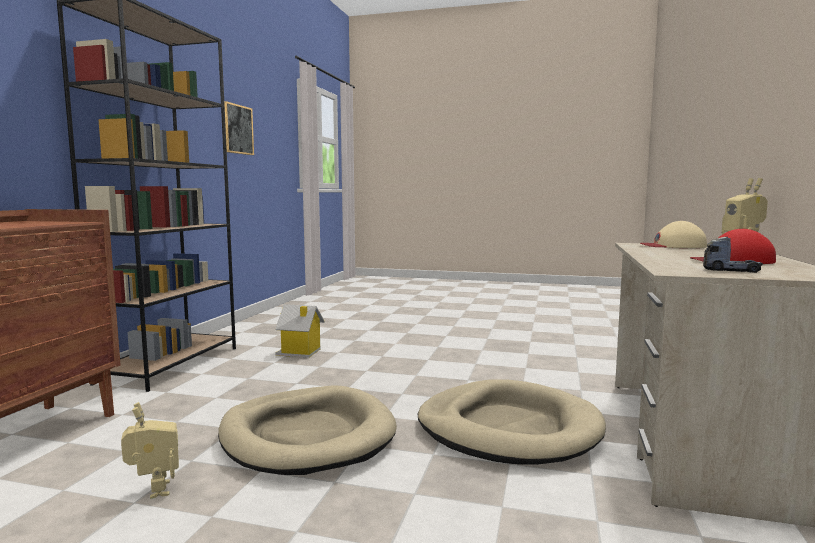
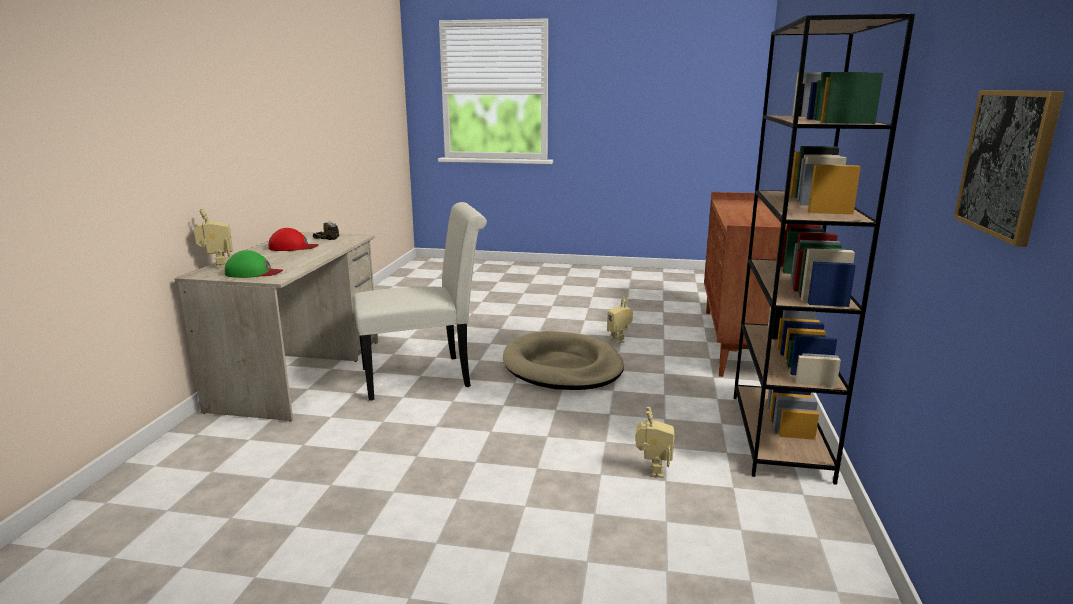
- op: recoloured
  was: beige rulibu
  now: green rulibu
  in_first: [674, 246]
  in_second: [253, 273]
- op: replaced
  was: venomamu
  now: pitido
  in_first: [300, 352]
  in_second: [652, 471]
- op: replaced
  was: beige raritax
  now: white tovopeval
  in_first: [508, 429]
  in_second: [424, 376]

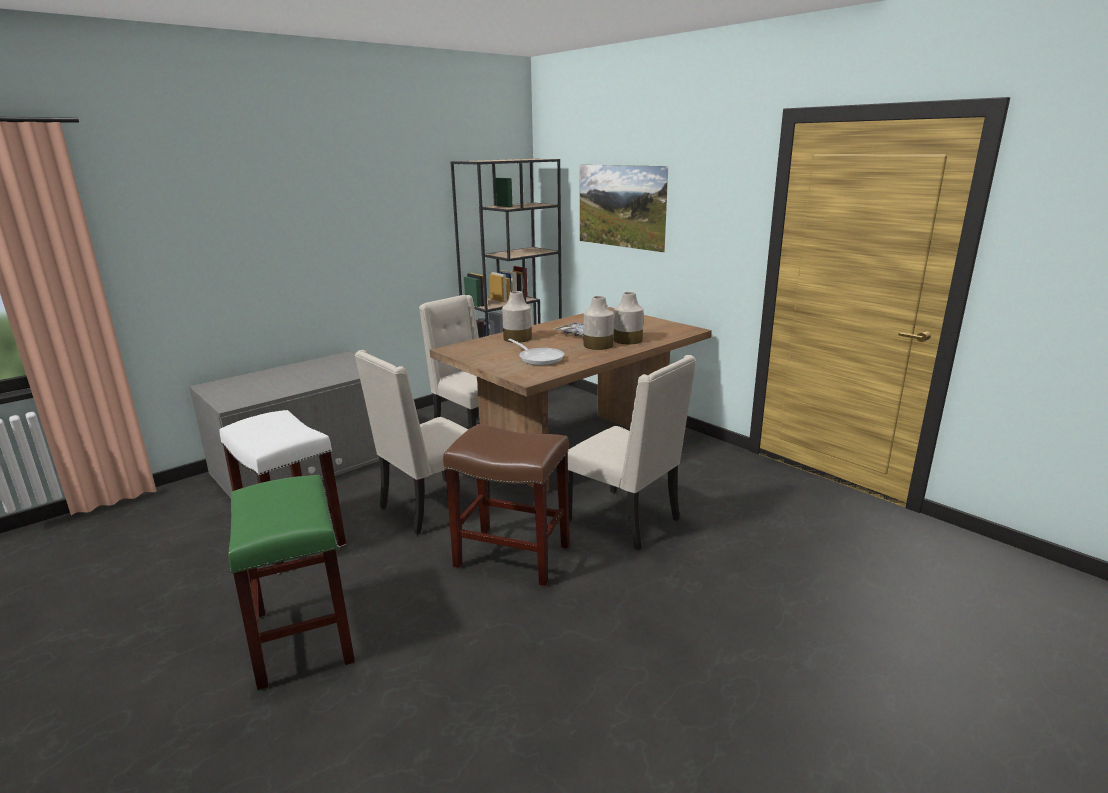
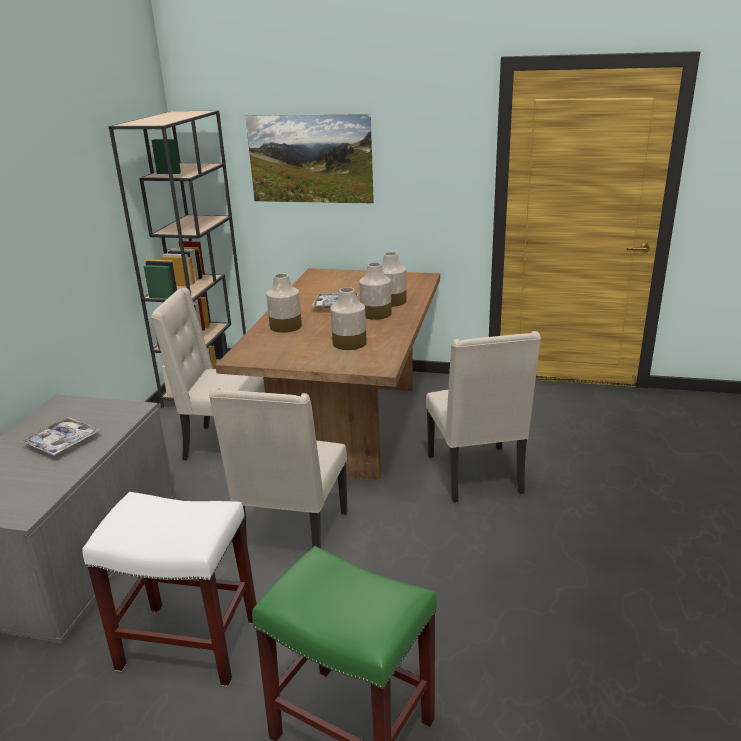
- op: replaced
  was: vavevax
  now: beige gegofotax
  in_first: [539, 358]
  in_second: [349, 342]
- op: turned
  was: beige tovopeval
  in_first: [625, 520]
  in_second: [477, 475]
  clockwise: 75
- op: removed
  was: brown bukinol
  in_first: [513, 556]
- op: added
  now: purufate
  in_second: [62, 442]

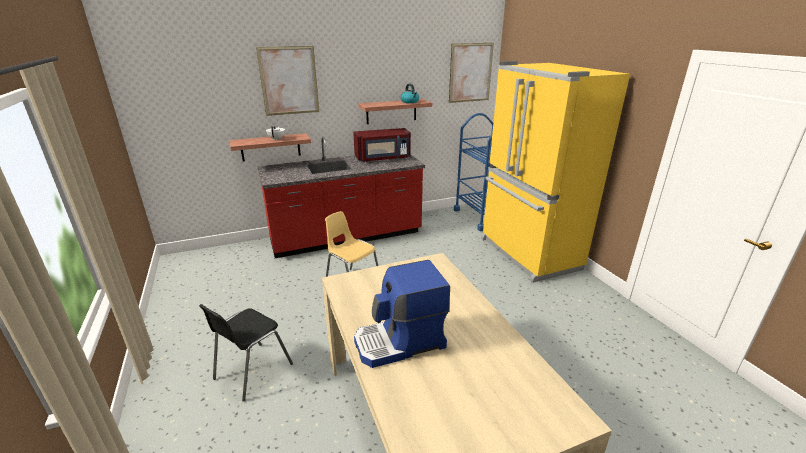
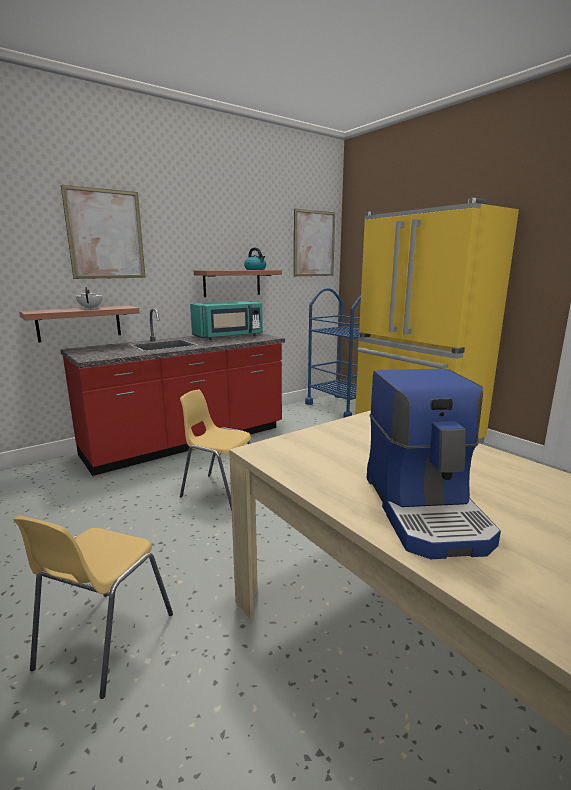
- op: recoloured
  was: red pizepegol
  now: turquoise pizepegol
  in_first: [383, 158]
  in_second: [229, 336]
- op: turned
  was: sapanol
  in_first: [400, 343]
  in_second: [426, 510]
  clockwise: -60
- op: recoloured
  was: black tovopeval
  now: yellow tovopeval
  in_first: [252, 371]
  in_second: [104, 641]

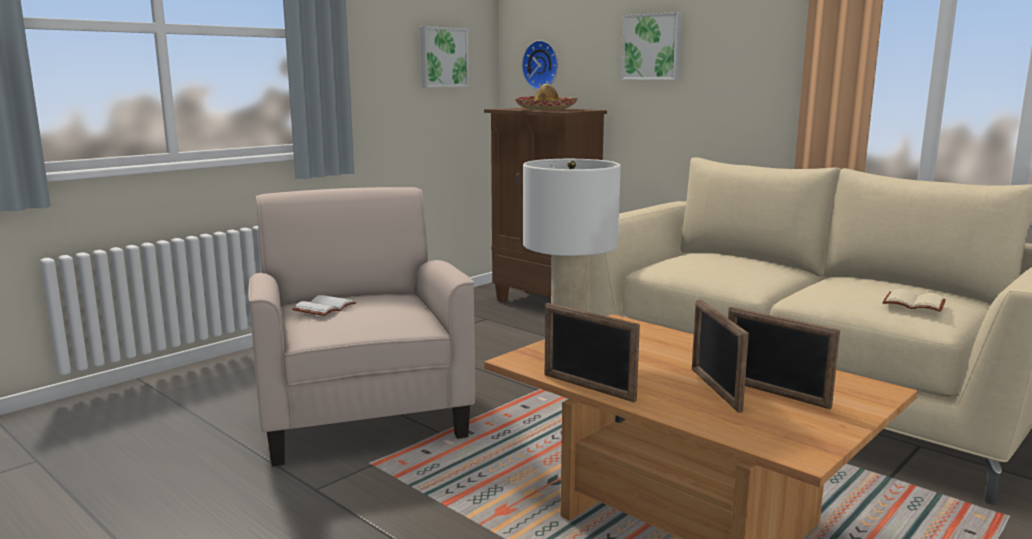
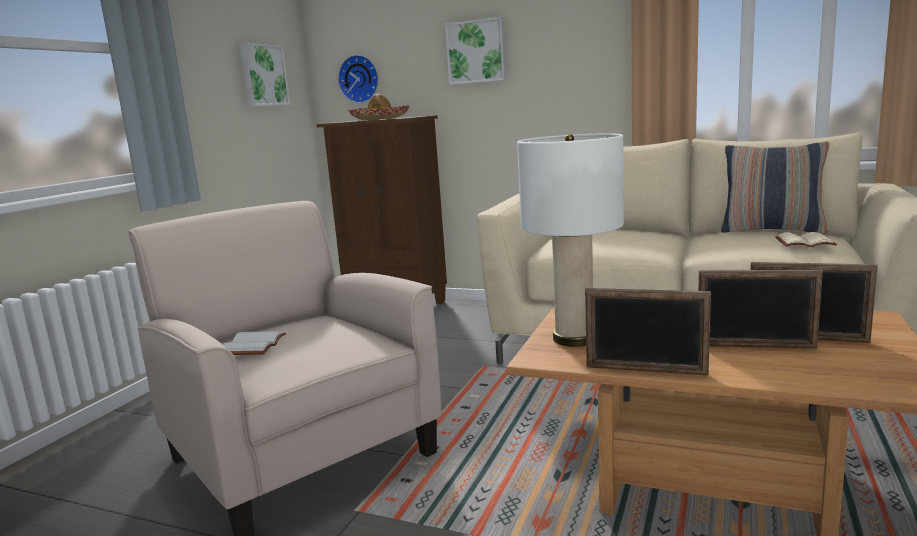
- op: turned
  was: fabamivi
  in_first: [715, 389]
  in_second: [755, 346]
  clockwise: -45
- op: added
  now: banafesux
  in_second: [772, 230]

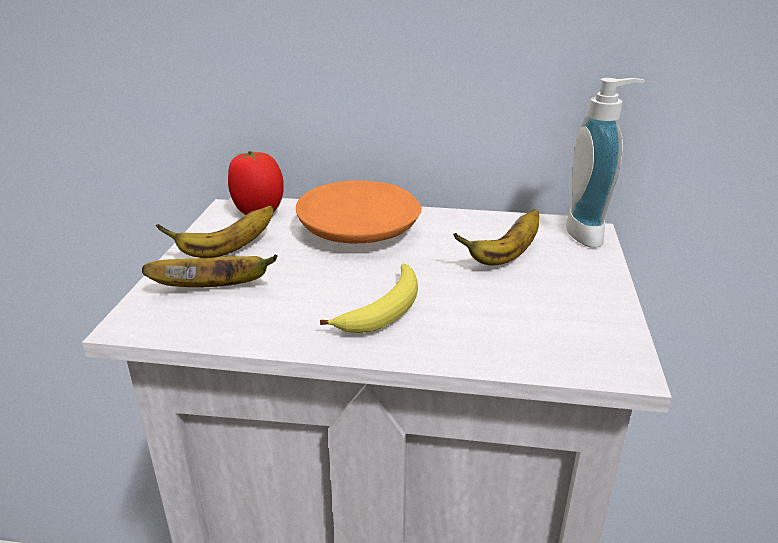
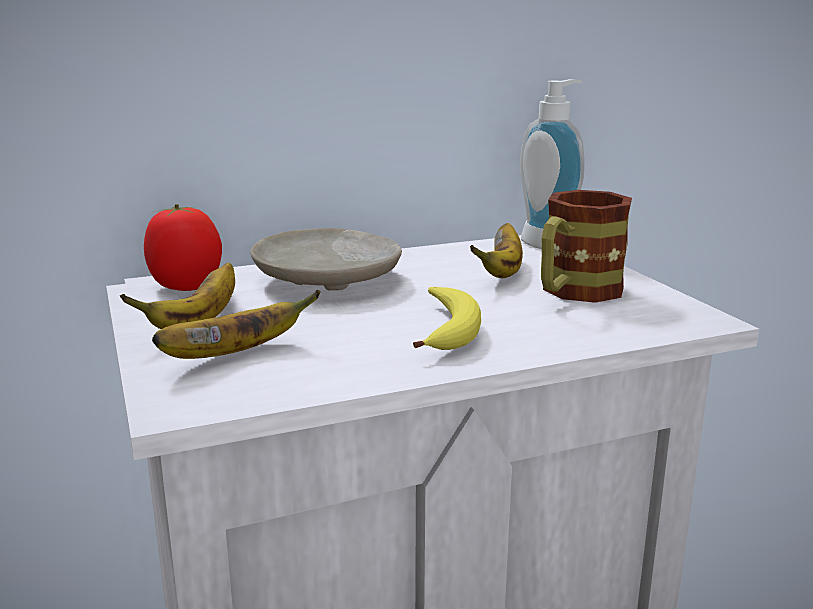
- op: recoloured
  was: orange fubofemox
  now: beige fubofemox
  in_first: [359, 230]
  in_second: [329, 279]
- op: added
  now: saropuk
  in_second: [573, 293]

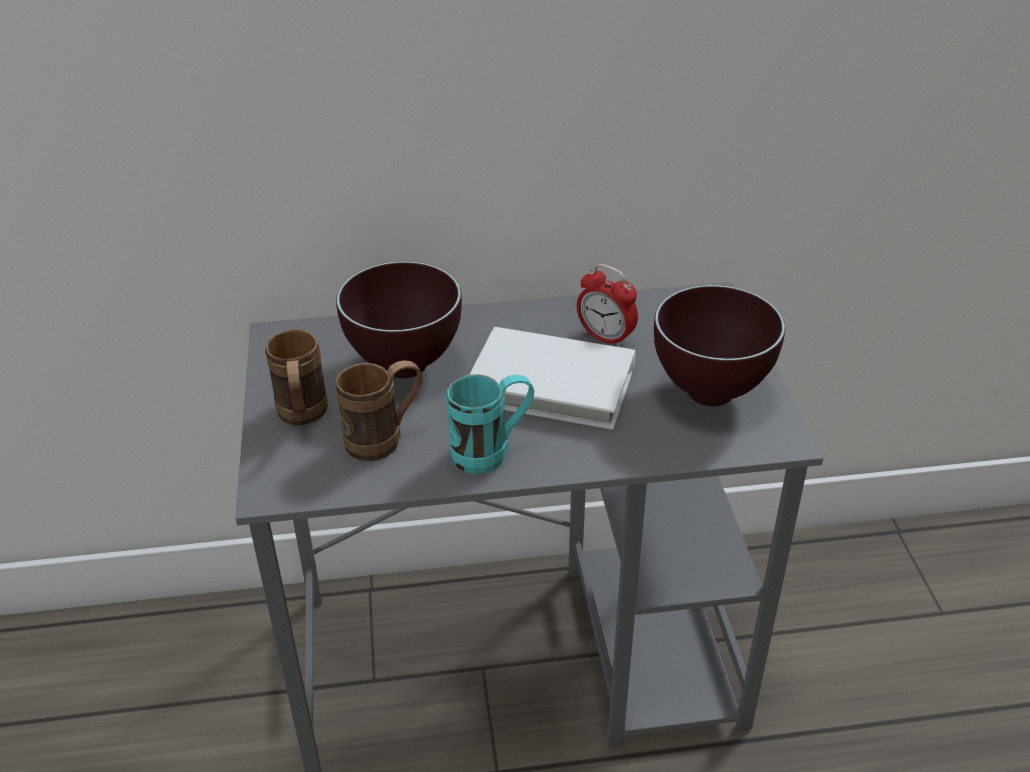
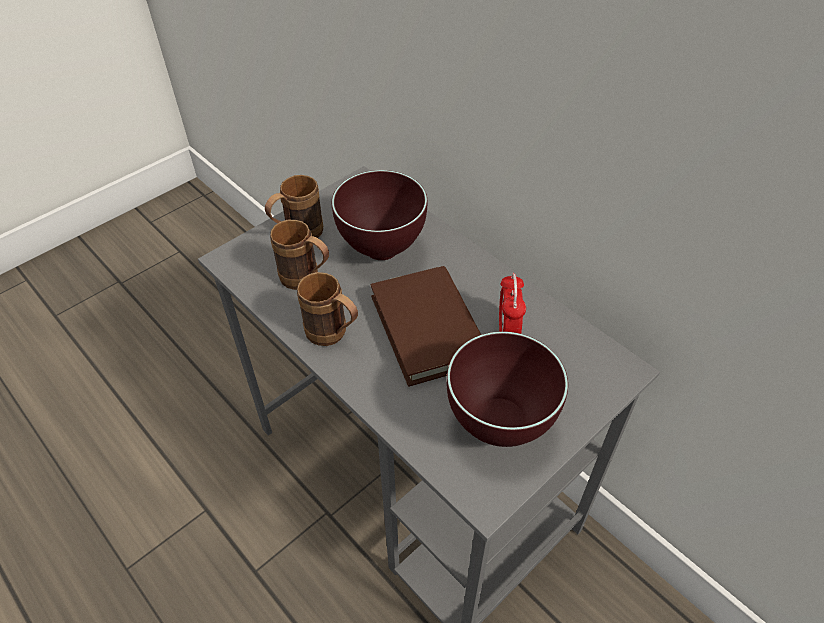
- op: recoloured
  was: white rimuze
  now: brown rimuze
  in_first: [551, 384]
  in_second: [428, 328]
- op: recoloured
  was: turquoise saropuk
  now: brown saropuk
  in_first: [492, 453]
  in_second: [333, 336]

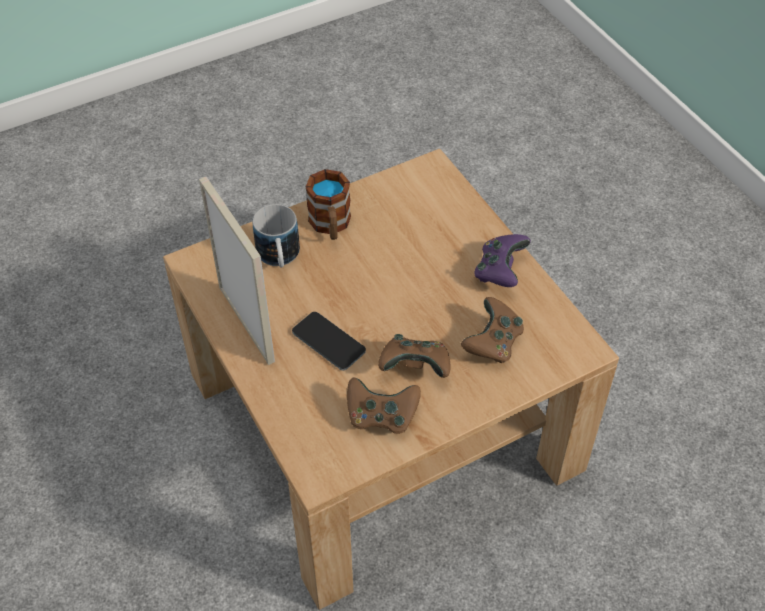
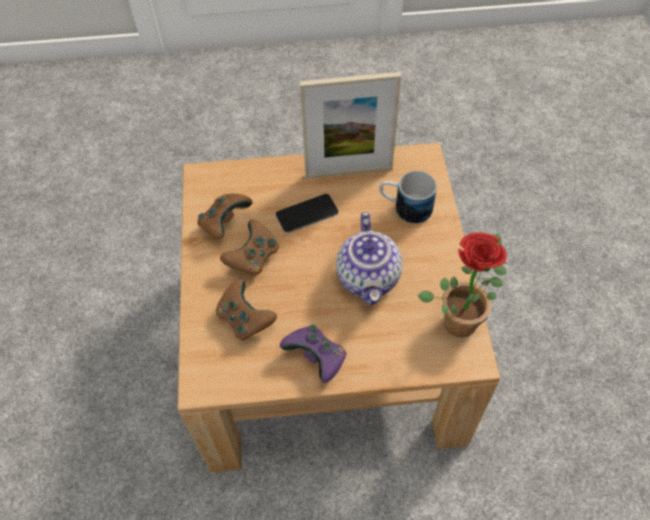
- op: removed
  was: saropuk
  in_first: [330, 225]
- op: added
  now: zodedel
  in_second: [369, 278]
- op: added
  now: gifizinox
  in_second: [460, 316]

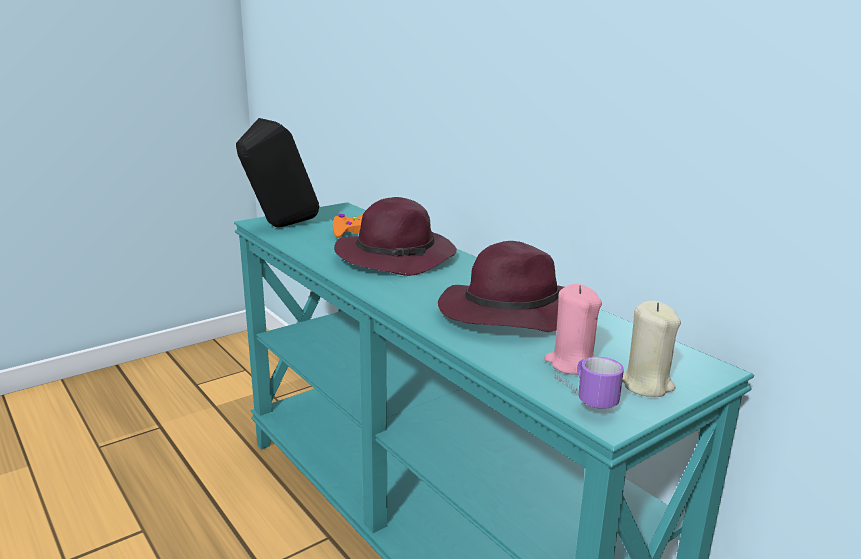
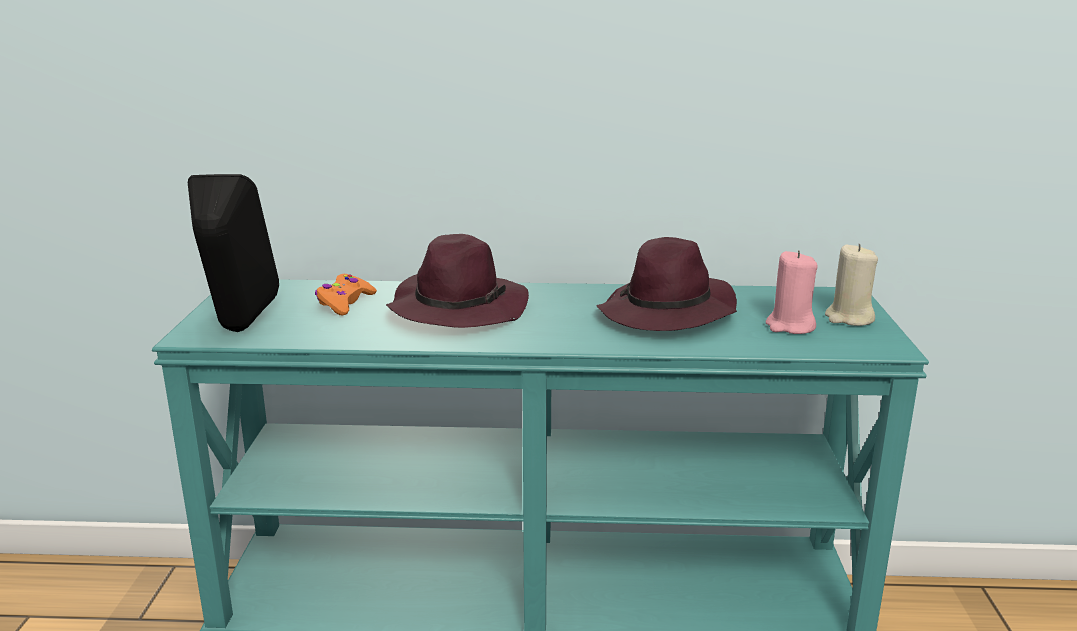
- op: removed
  was: saropuk
  in_first: [581, 398]

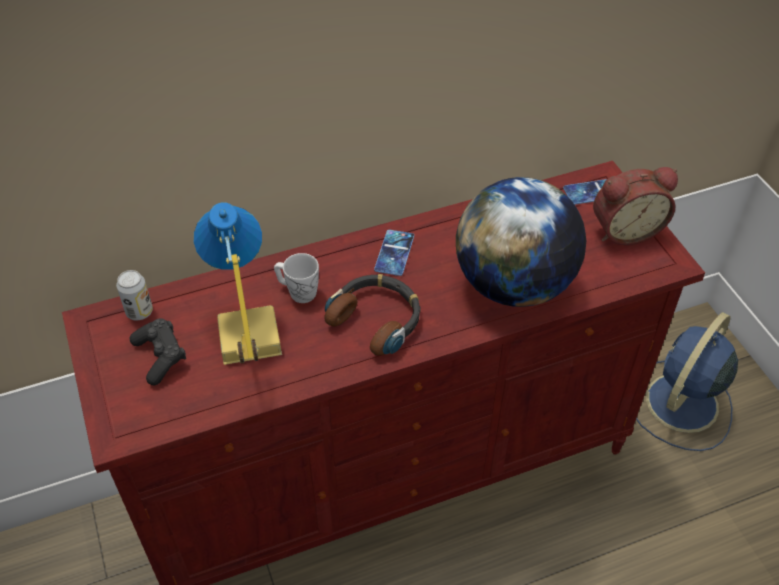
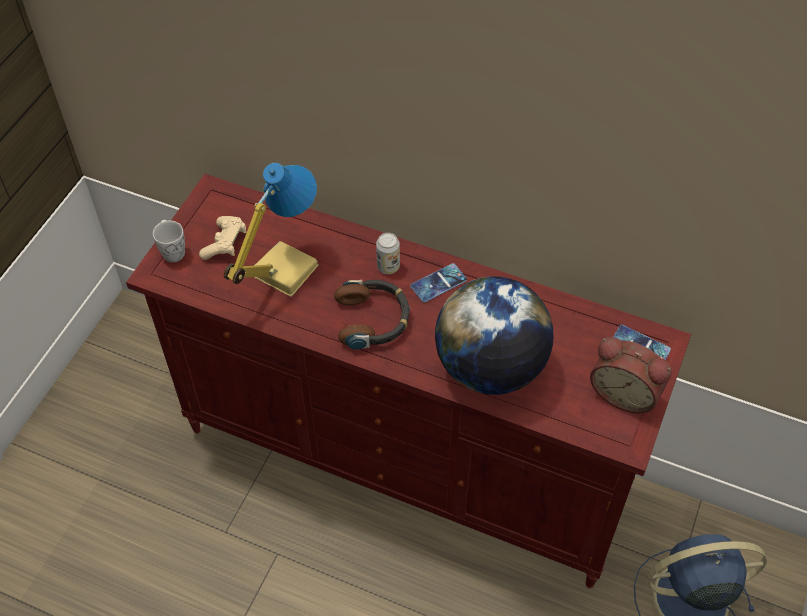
- op: moved
  was: white saropuk
  in_first: [298, 292]
  in_second: [172, 250]
- op: moved
  was: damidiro
  in_first: [139, 312]
  in_second: [388, 267]
- op: recoloured
  was: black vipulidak
  now: beige vipulidak
  in_first: [160, 357]
  in_second: [225, 244]

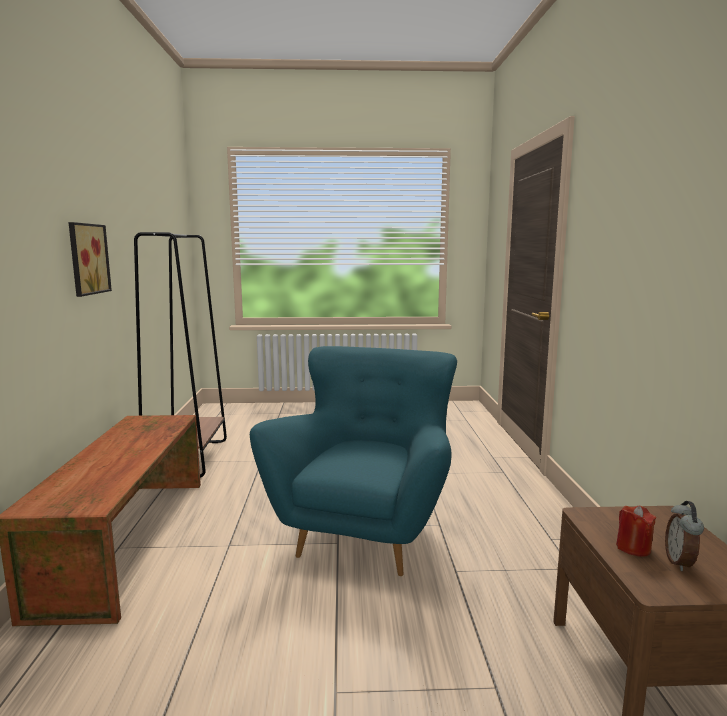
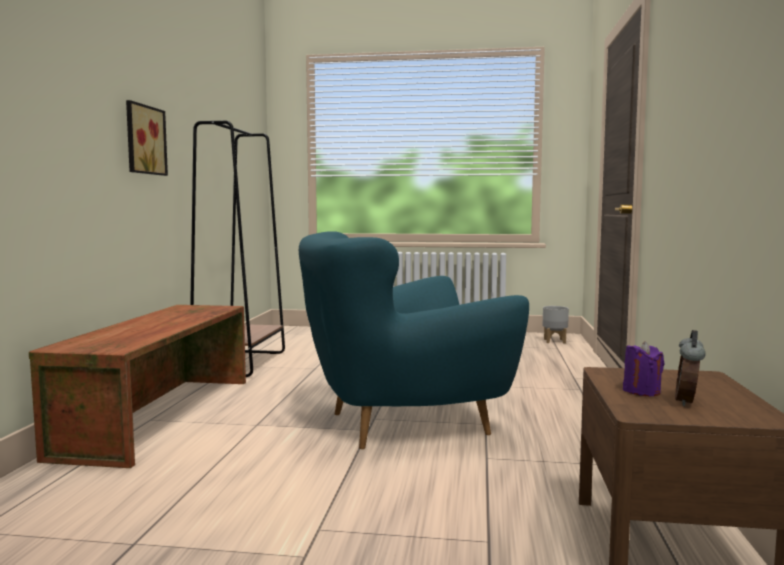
- op: turned
  was: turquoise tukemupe
  in_first: [367, 531]
  in_second: [403, 424]
  clockwise: -135
- op: recoloured
  was: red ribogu
  now: purple ribogu
  in_first: [633, 548]
  in_second: [641, 391]
- op: added
  now: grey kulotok
  in_second: [555, 341]

